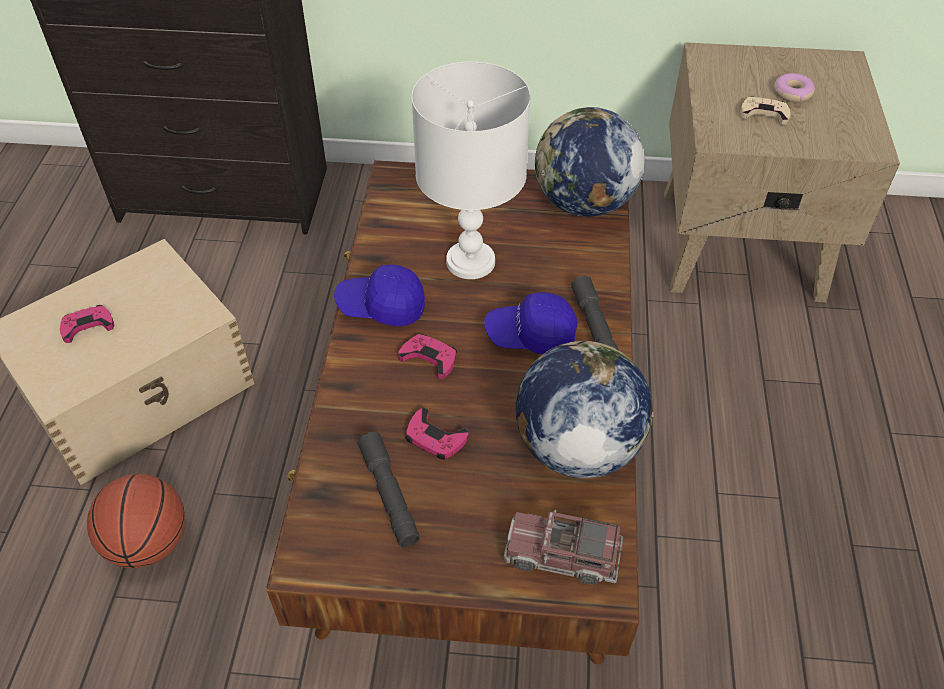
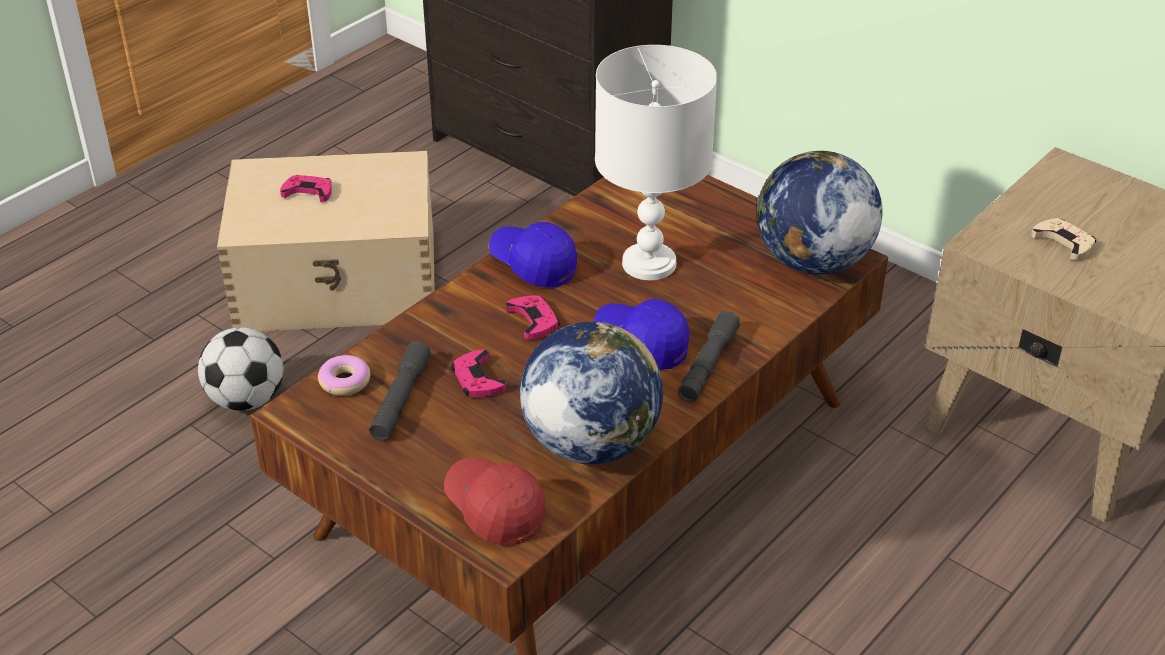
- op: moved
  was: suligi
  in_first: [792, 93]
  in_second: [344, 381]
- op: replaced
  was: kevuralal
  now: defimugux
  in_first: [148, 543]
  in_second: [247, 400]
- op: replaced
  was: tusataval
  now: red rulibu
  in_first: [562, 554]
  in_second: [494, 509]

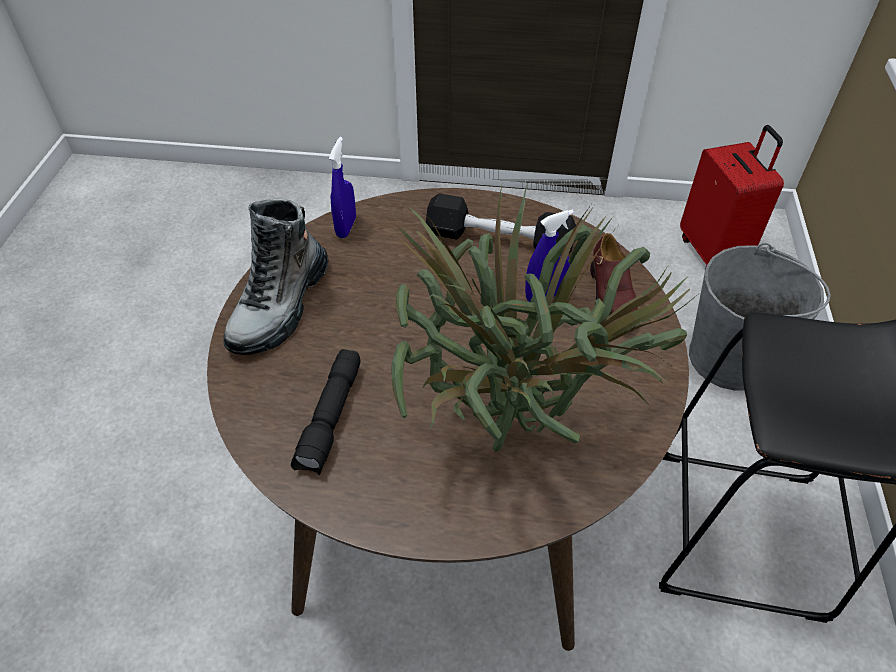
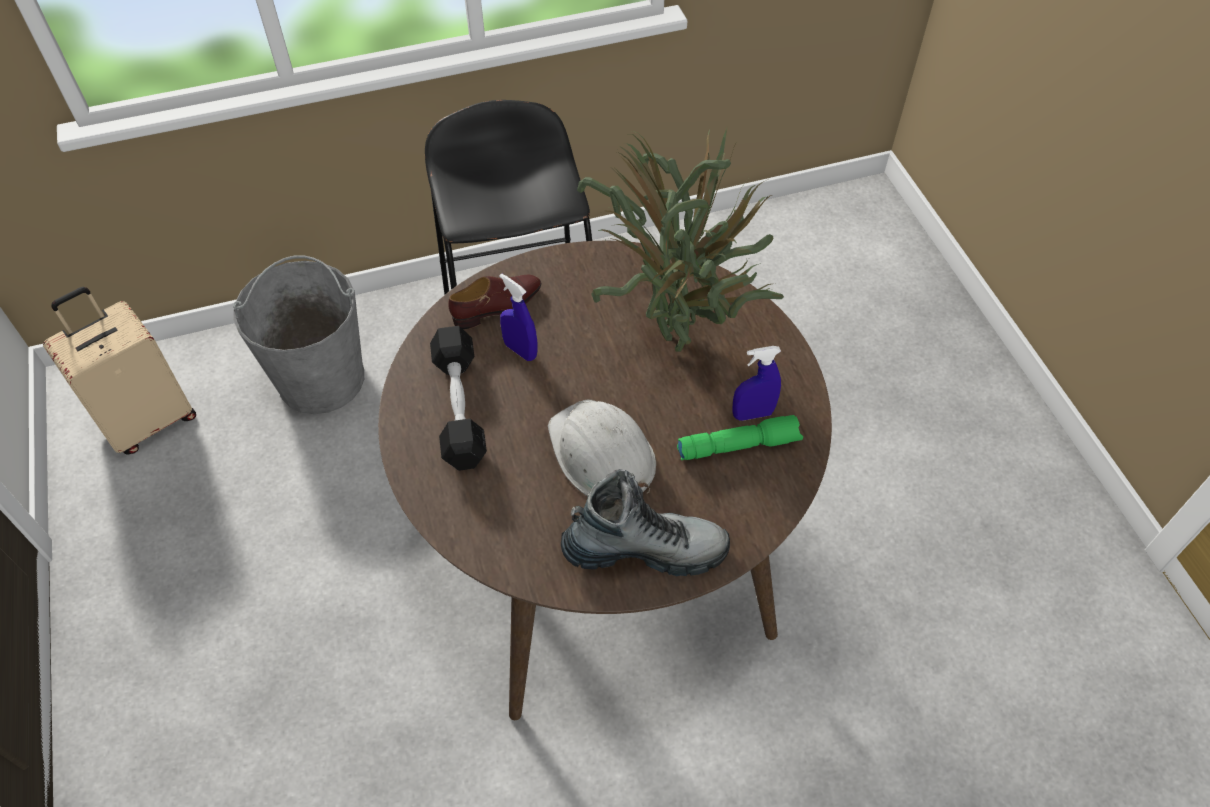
- op: recoloured
  was: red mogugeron
  now: beige mogugeron
  in_first: [713, 252]
  in_second: [148, 420]
- op: moved
  was: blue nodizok
  in_first: [346, 227]
  in_second: [752, 414]
- op: recoloured
  was: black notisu
  now: green notisu
  in_first: [331, 419]
  in_second: [739, 444]
- op: added
  now: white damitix
  in_second: [601, 454]

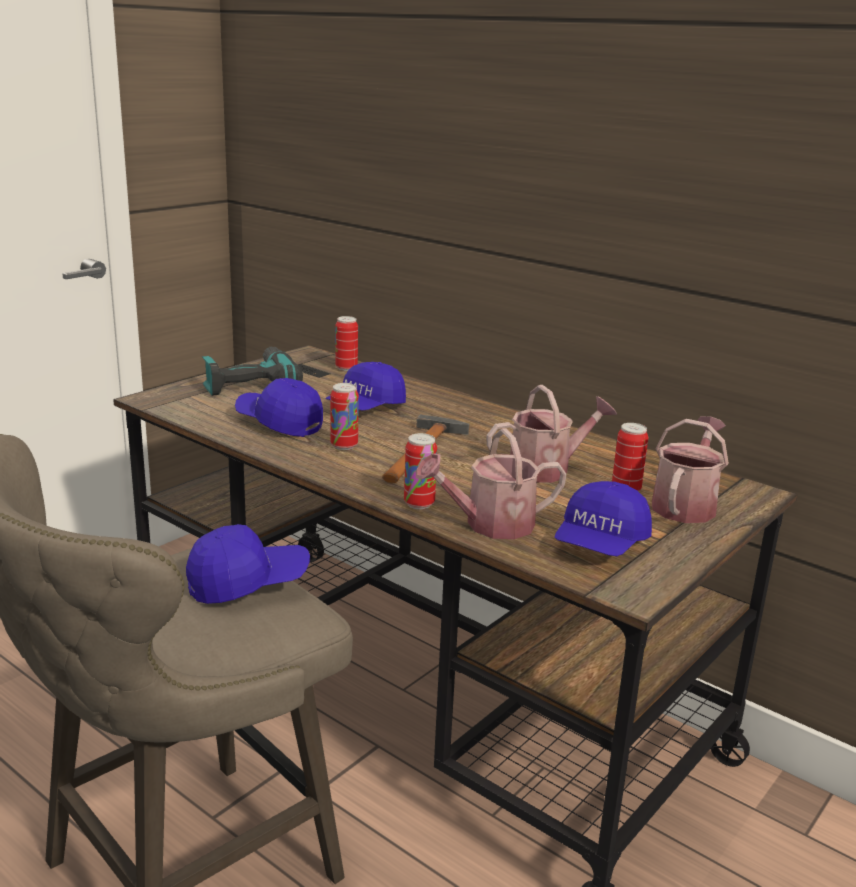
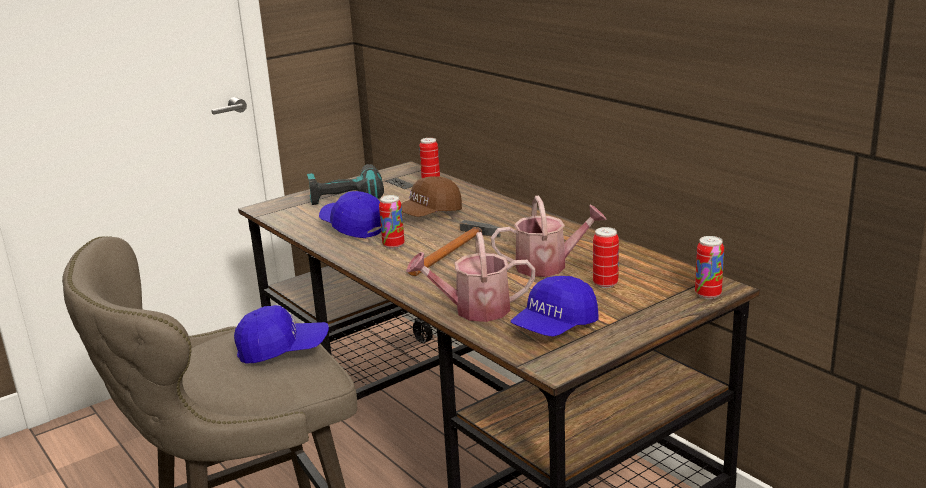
- op: recoloured
  was: blue rulibu
  now: brown rulibu
  in_first: [366, 407]
  in_second: [428, 214]
- op: removed
  was: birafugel
  in_first: [686, 504]
- op: moved
  was: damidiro
  in_first: [419, 504]
  in_second: [708, 294]

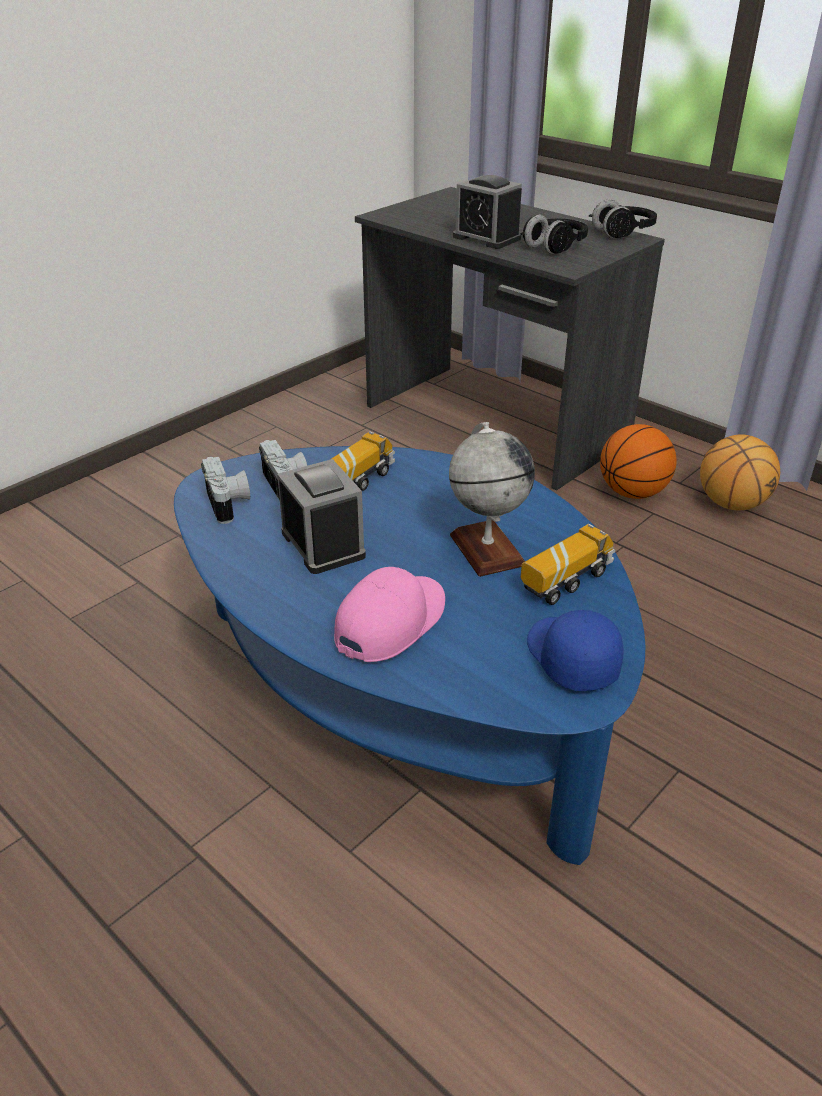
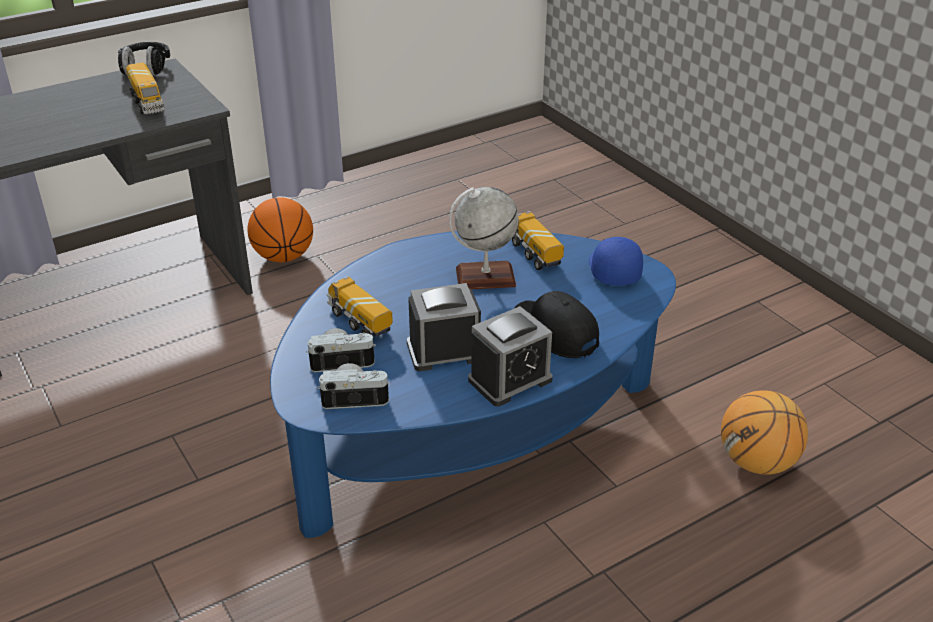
- op: moved
  was: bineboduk
  in_first: [486, 238]
  in_second: [510, 380]
- op: replaced
  was: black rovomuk
  now: tusataval
  in_first: [554, 247]
  in_second: [148, 103]
- op: moved
  was: kevuralal
  in_first: [731, 504]
  in_second: [757, 462]
- op: recoloured
  was: pink rulibu
  now: black rulibu
  in_first: [390, 622]
  in_second: [554, 332]
- op: turned
  was: blue rulibu
  in_first: [570, 658]
  in_second: [612, 270]
  clockwise: 90

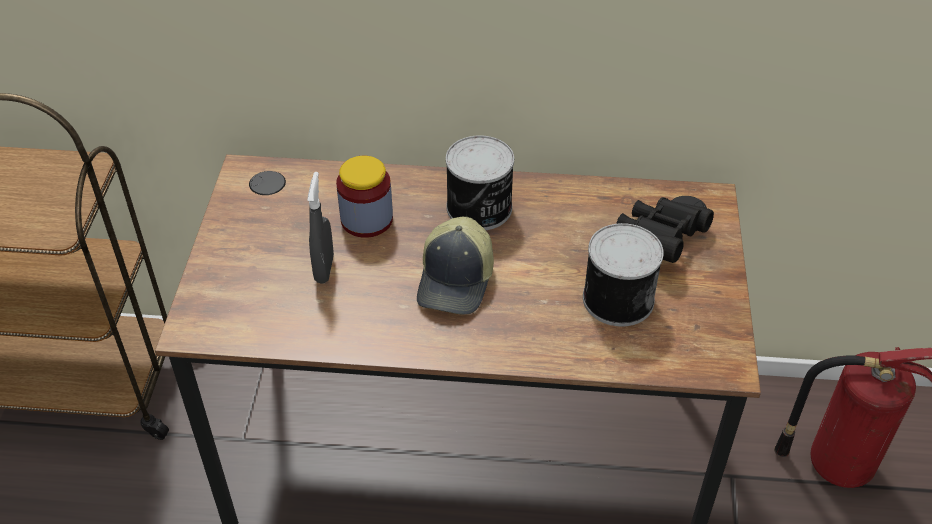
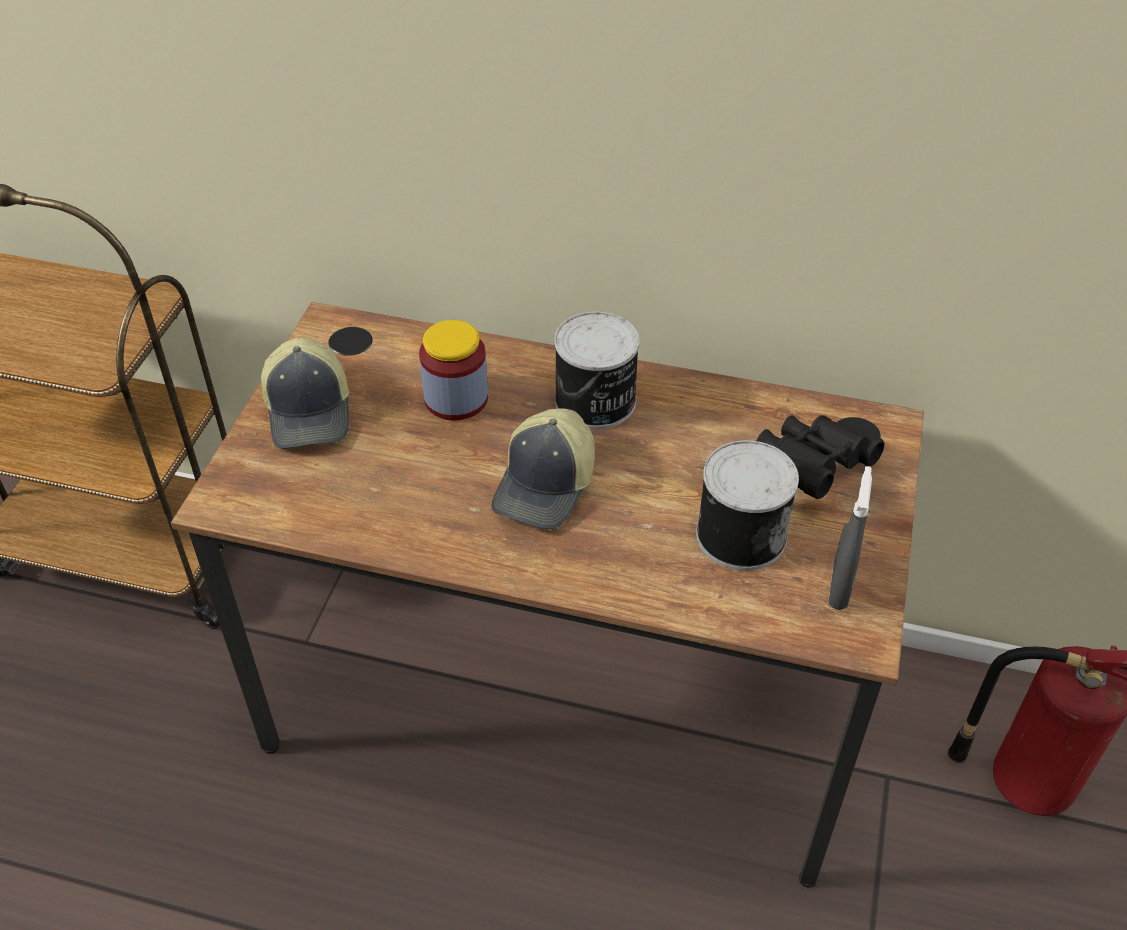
- op: moved
  was: grey nodizok
  in_first: [324, 269]
  in_second: [839, 589]
- op: added
  now: rulibu
  in_second: [311, 411]

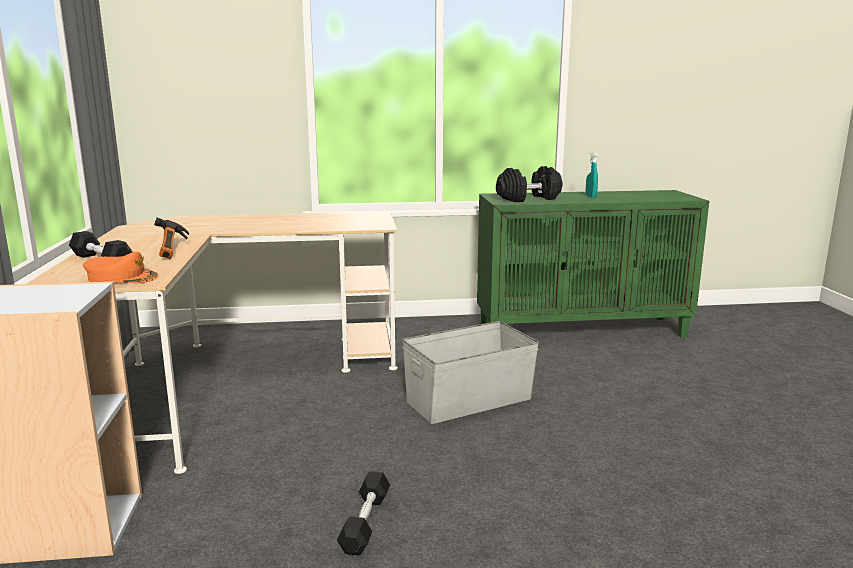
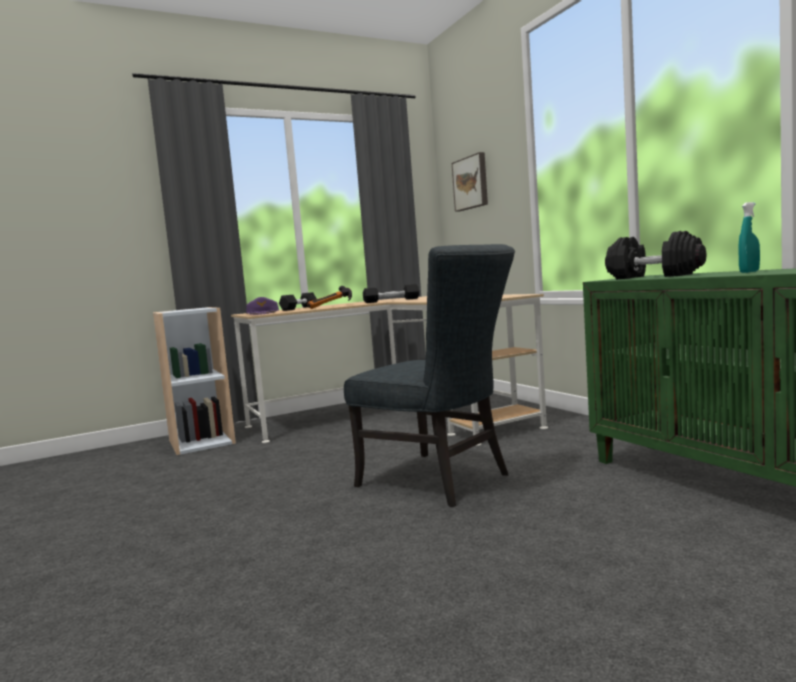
- op: recoloured
  was: orange rulibu
  now: purple rulibu
  in_first: [122, 278]
  in_second: [263, 313]
- op: replaced
  was: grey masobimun
  now: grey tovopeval
  in_first: [470, 400]
  in_second: [441, 480]
- op: moved
  was: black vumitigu
  in_first: [365, 522]
  in_second: [391, 300]
- op: added
  now: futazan
  in_second: [471, 183]

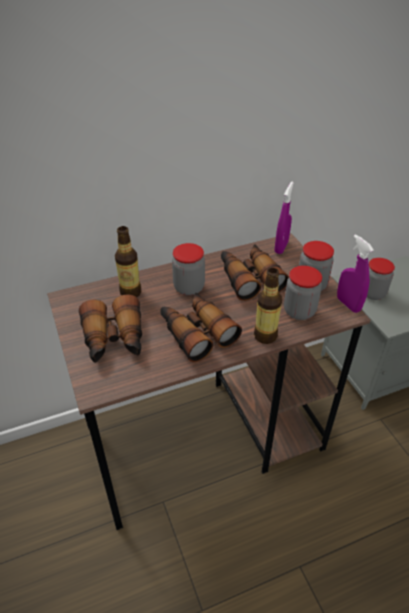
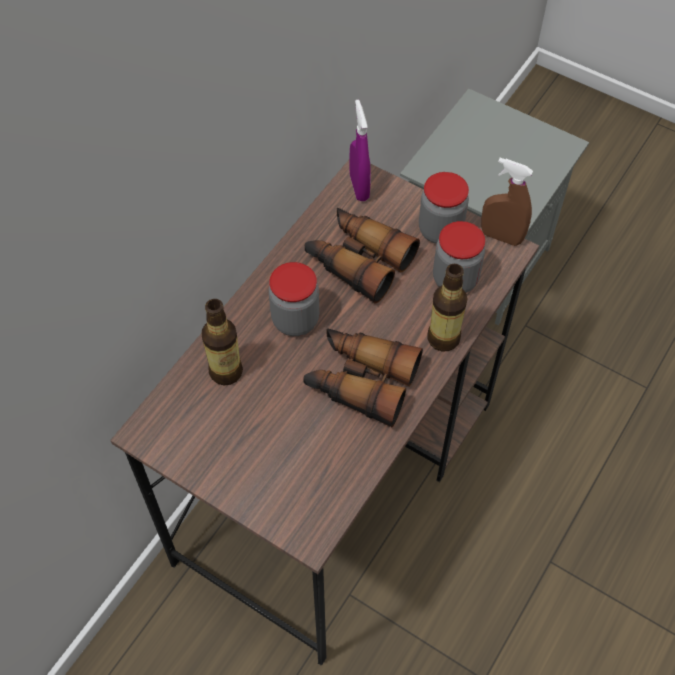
- op: recoloured
  was: purple nodizok
  now: brown nodizok
  in_first: [348, 304]
  in_second: [501, 237]
- op: removed
  was: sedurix
  in_first: [373, 293]
- op: removed
  was: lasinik
  in_first: [114, 340]

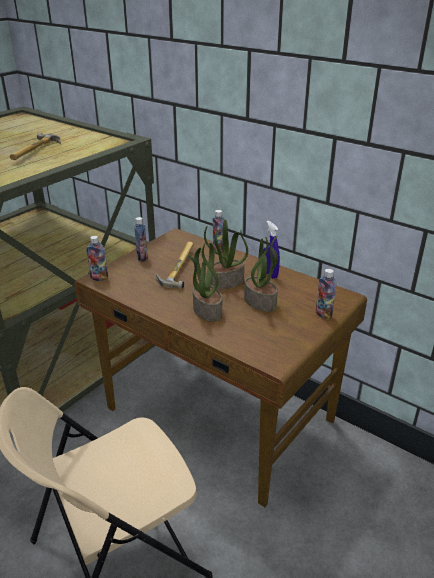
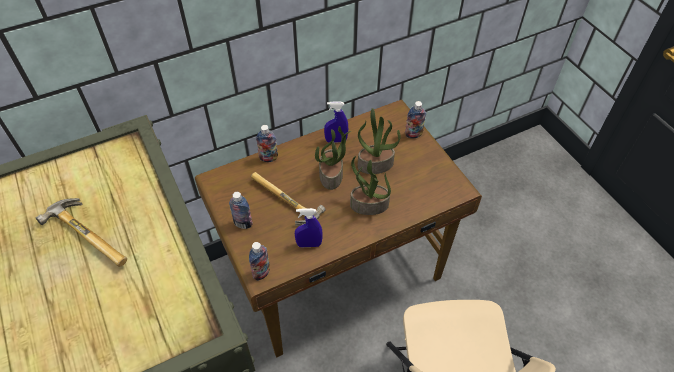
- op: added
  now: blue nodizok
  in_second: [309, 244]

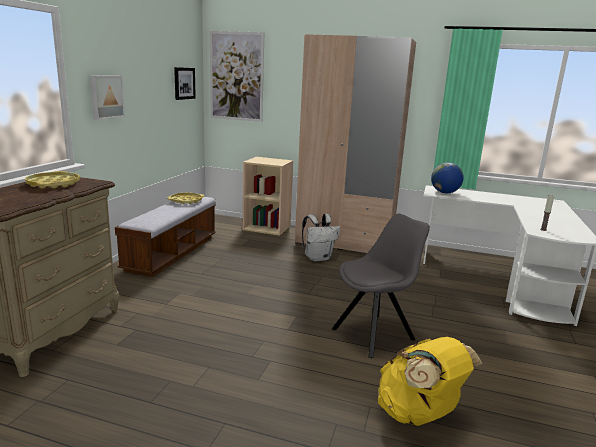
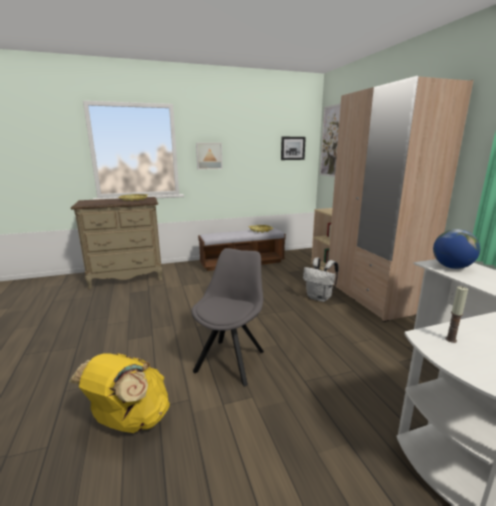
- op: turned
  was: grey tovopeval
  in_first: [374, 334]
  in_second: [231, 361]
  clockwise: -90

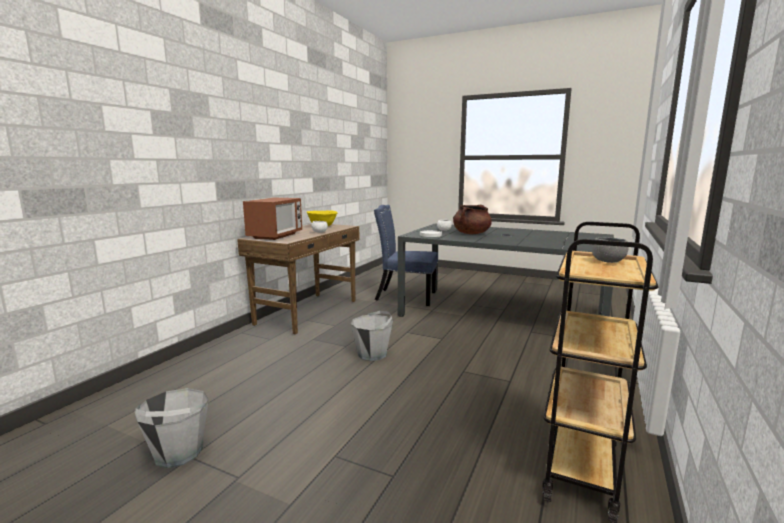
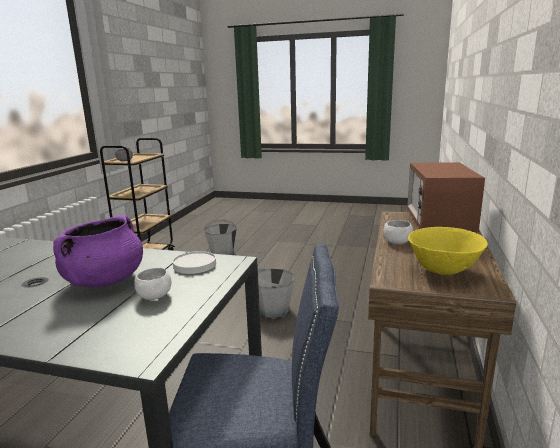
- op: recoloured
  was: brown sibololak
  now: purple sibololak
  in_first: [471, 233]
  in_second: [104, 281]
- op: moved
  was: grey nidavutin
  in_first: [178, 452]
  in_second: [222, 253]

